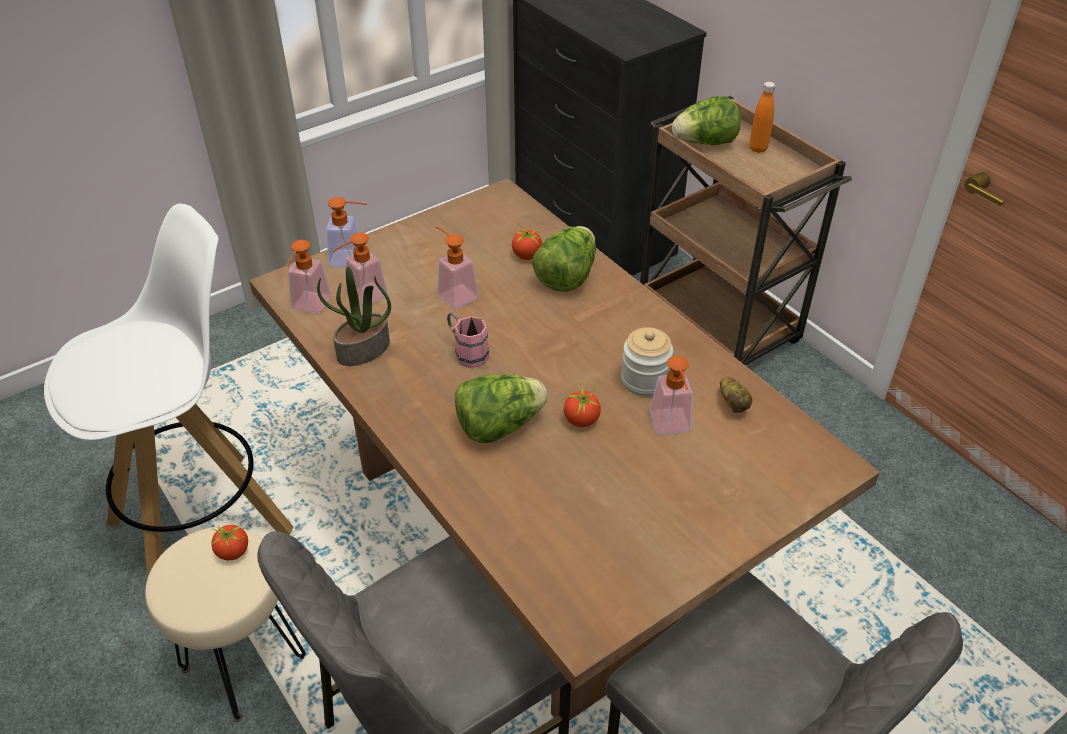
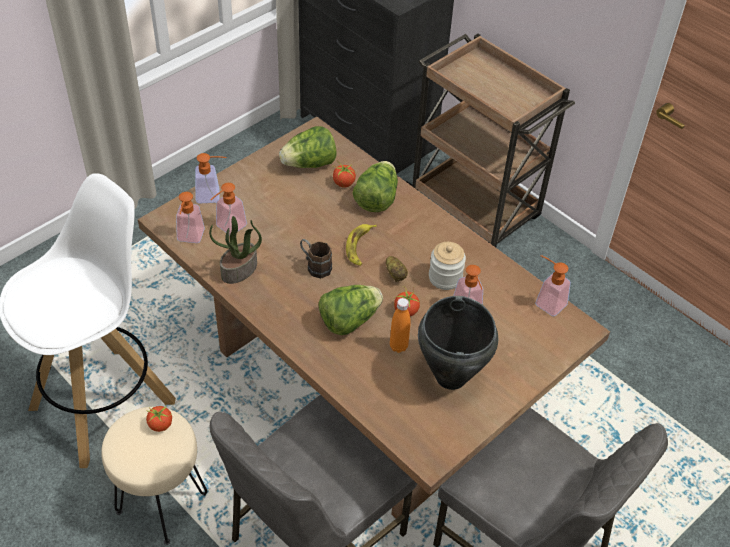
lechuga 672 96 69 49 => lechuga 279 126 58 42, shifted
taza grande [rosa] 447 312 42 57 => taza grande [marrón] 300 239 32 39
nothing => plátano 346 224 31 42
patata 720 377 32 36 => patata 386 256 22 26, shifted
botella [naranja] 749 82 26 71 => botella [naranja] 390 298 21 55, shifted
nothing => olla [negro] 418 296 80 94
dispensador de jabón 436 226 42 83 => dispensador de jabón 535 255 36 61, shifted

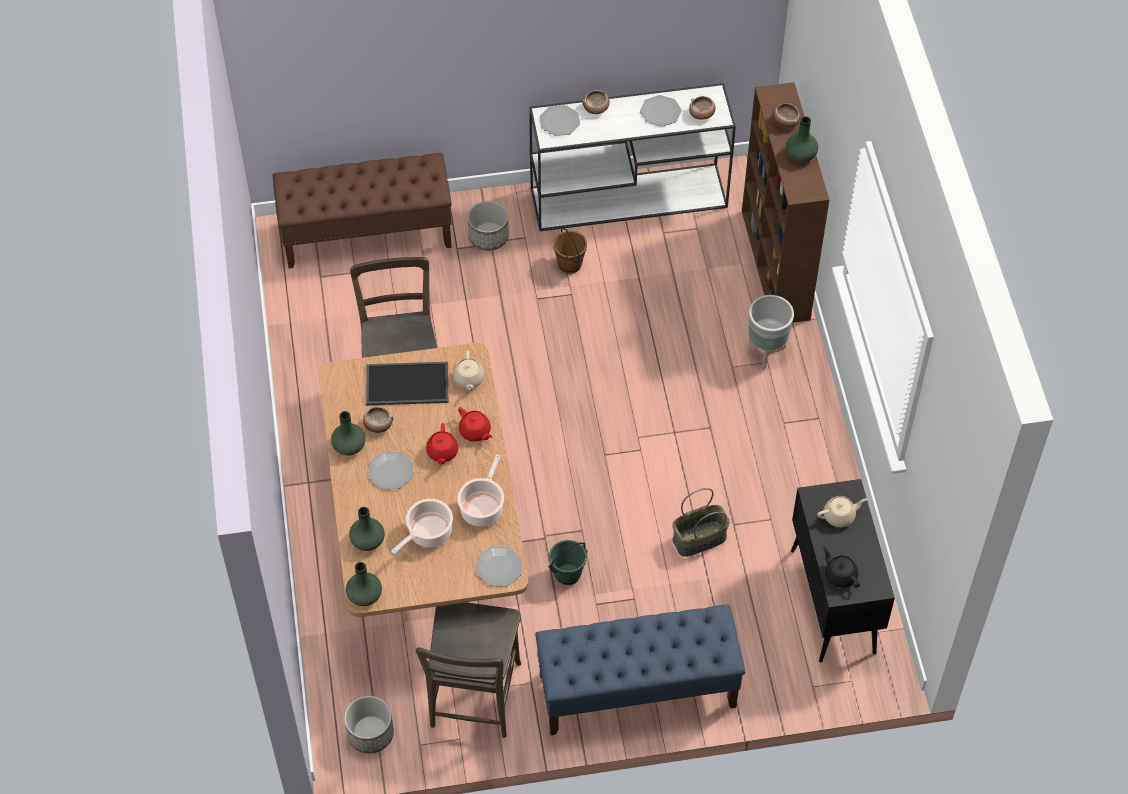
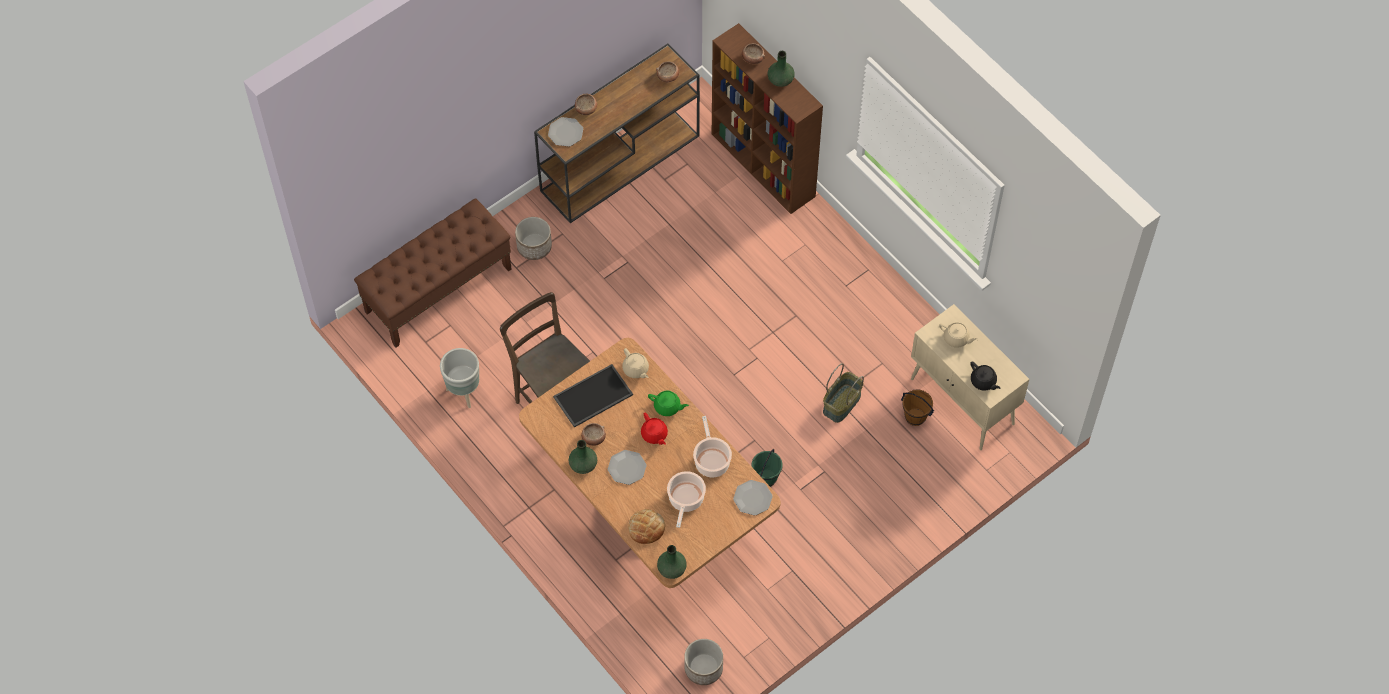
maceta [gris] 749 295 45 75 => maceta [gris] 440 348 39 60, shifted
mesa consola [blanco] 529 83 207 148 => mesa consola [marrón] 534 44 166 179
florero [verde] 349 507 36 44 => pan 628 509 37 35
tetera [rojo] 458 407 34 35 => tetera [verde] 648 391 41 25
cubo [marrón] 553 228 34 46 => cubo [marrón] 901 389 33 37, shifted
armario [negro] 791 479 104 183 => armario [beis] 911 304 118 146
tetera [beis] 817 496 50 31 => tetera [beis] 939 322 39 26, 75 degrees clockwise
tetera [negro] 823 547 37 41 => tetera [negro] 970 361 31 30, 150 degrees counterclockwise
silla [marrón] 416 602 105 136 => nothing
banco [azul] 535 604 210 131 => nothing
plato 640 95 42 32 => nothing

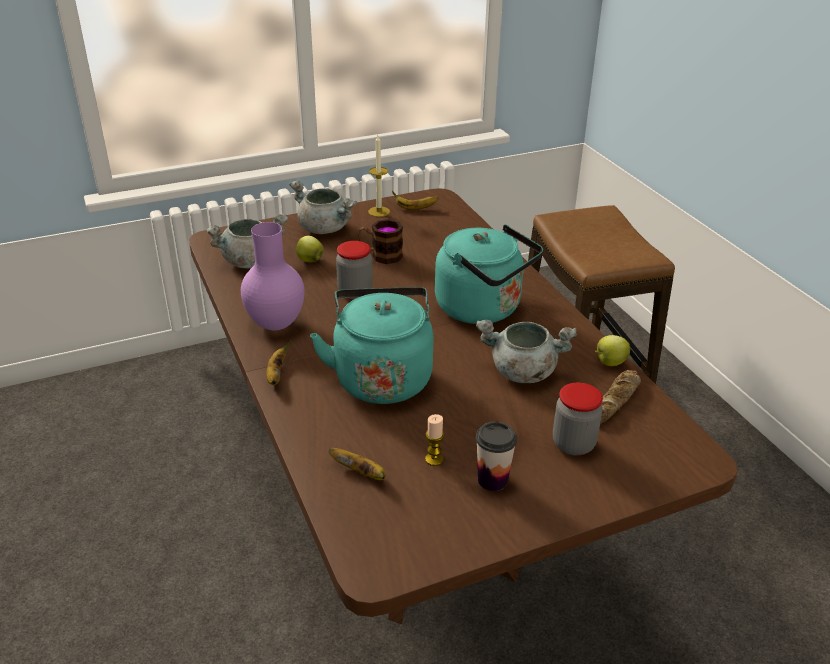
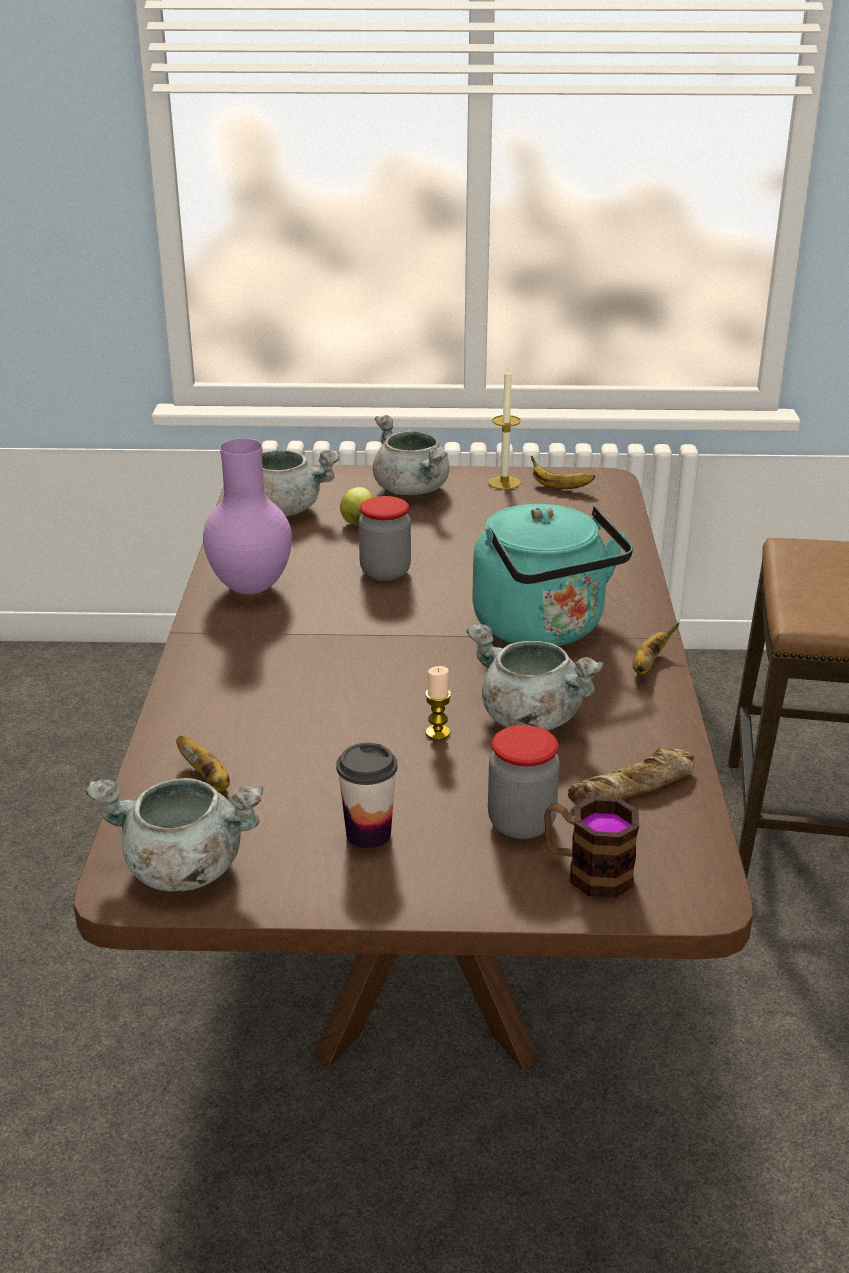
nothing => olla [gris] 85 778 178 114
vela 425 414 20 52 => vela 425 666 26 74, shifted
taza grande 358 219 45 45 => taza grande 544 796 95 102, shifted
plátano 266 340 25 45 => plátano 633 622 46 53, shifted
hervidor [turquesa] 310 287 124 117 => nothing
manzana 595 335 35 31 => nothing

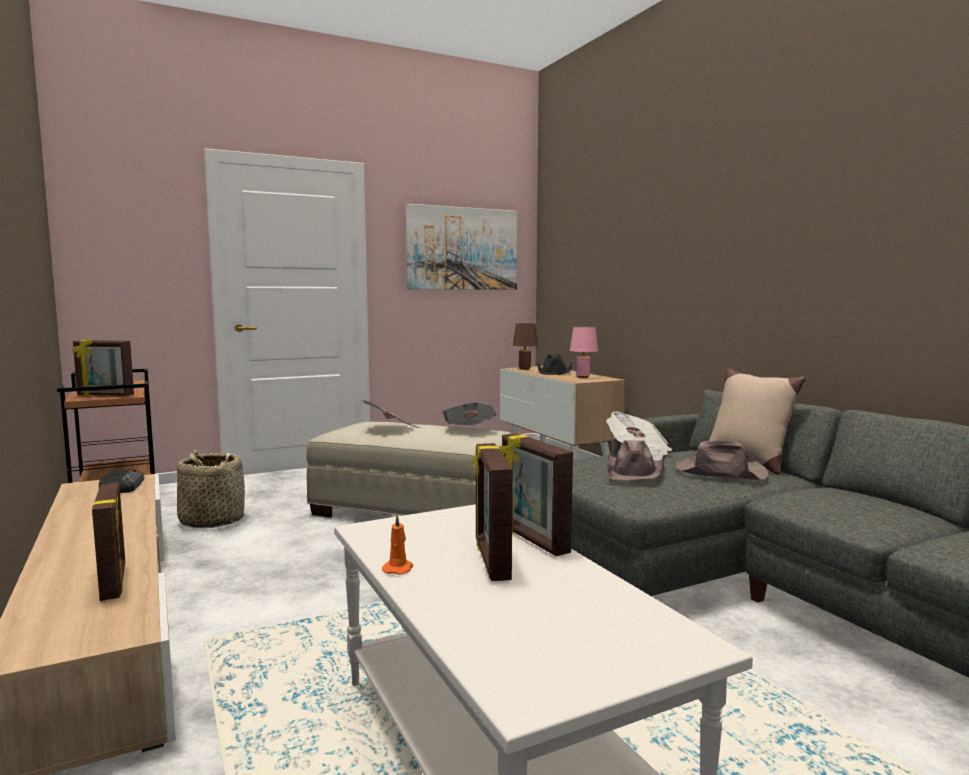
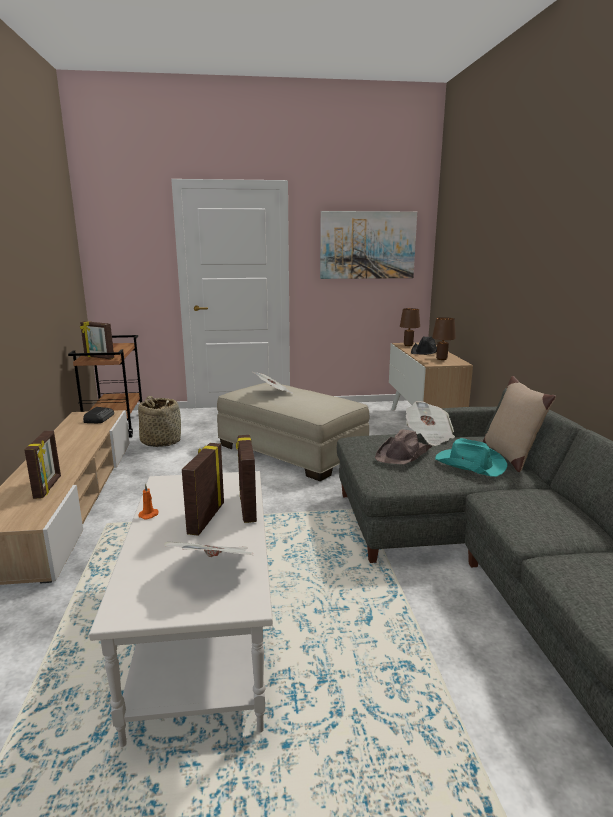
periódico 442 403 55 22 => periódico 164 542 88 15, shifted
lámpara de mesa [rosa] 570 327 28 51 => lámpara de mesa [marrón] 432 317 24 43
sombrero [marrón] 675 441 94 39 => sombrero [turquesa] 435 438 73 39

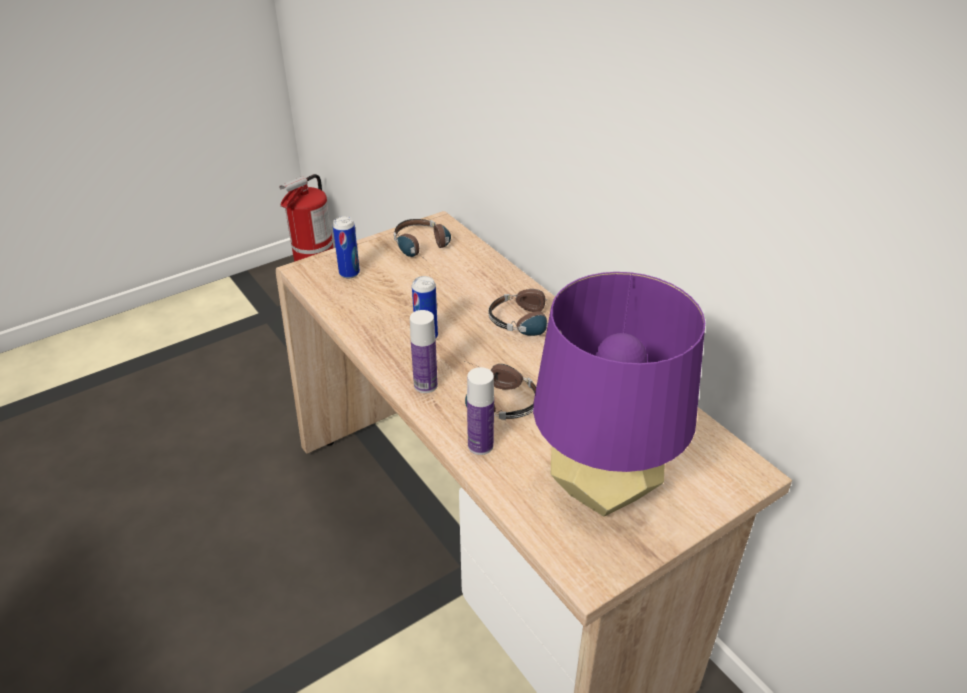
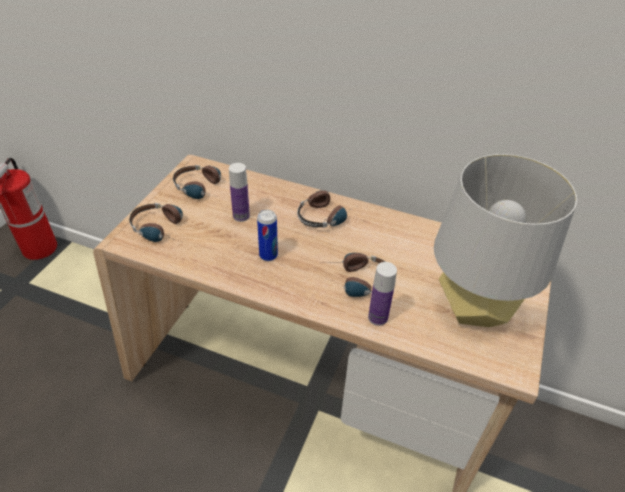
lata 333 216 27 62 => auriculares 129 203 54 39
botella 410 310 28 83 => botella 229 163 21 59, shifted
lámpara de mesa [morado] 533 272 172 244 => lámpara de mesa [gris] 434 154 143 173

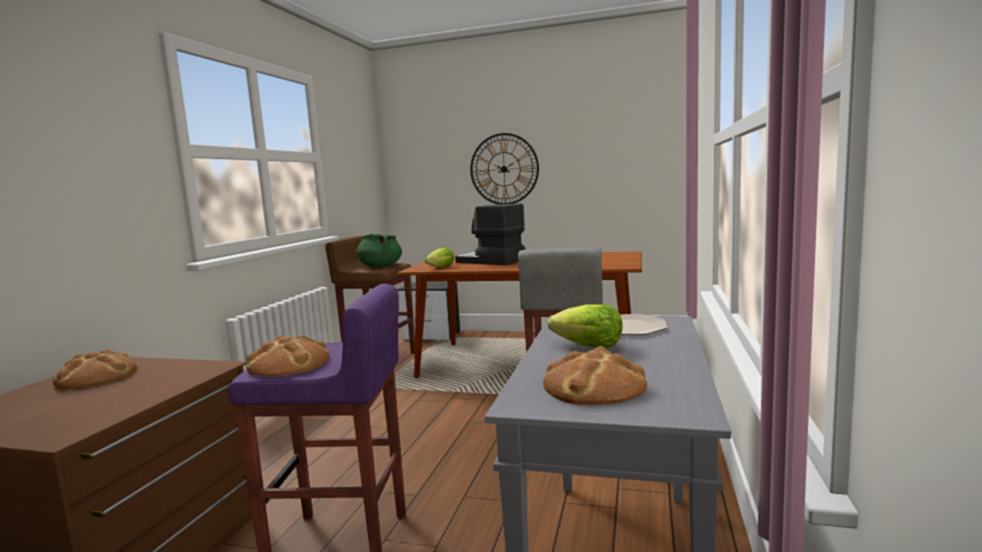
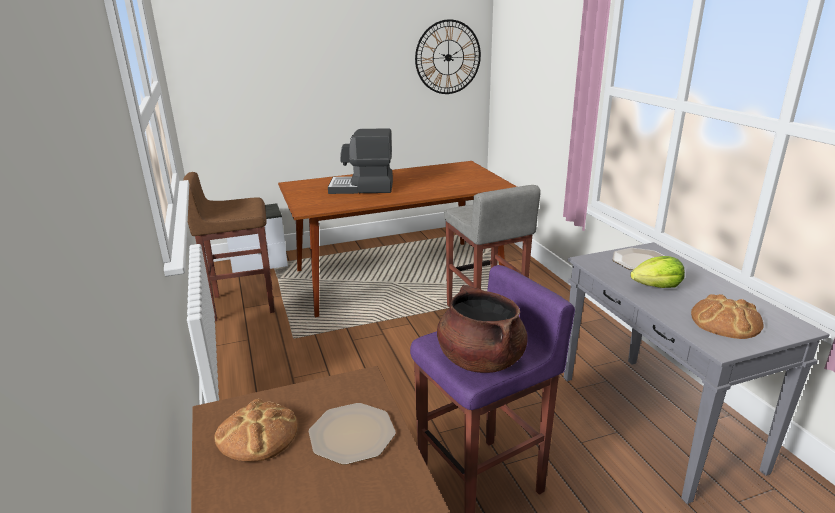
nothing => plato 309 403 87 62
reloj de pared 470 133 69 71 => reloj de pared 415 19 66 75, shifted
pan 246 335 84 42 => olla [marrón] 437 285 91 88
olla [verde] 357 233 45 35 => nothing
lechuga 425 248 29 19 => nothing

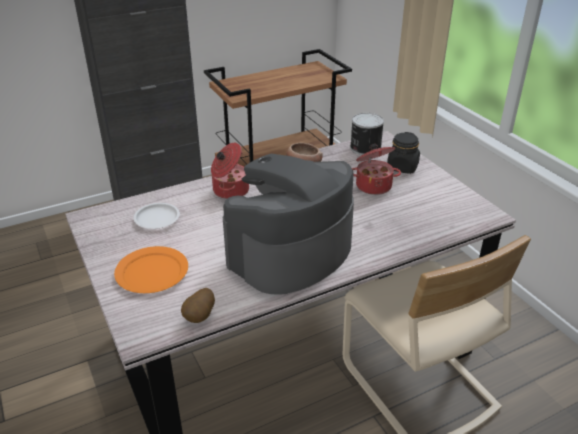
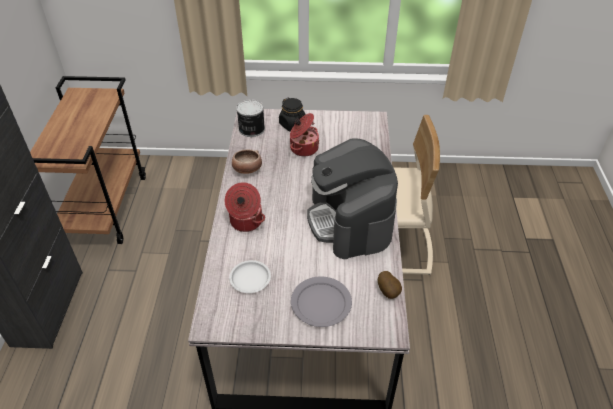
plato [naranja] 114 246 74 47 => plato [gris] 291 276 61 51

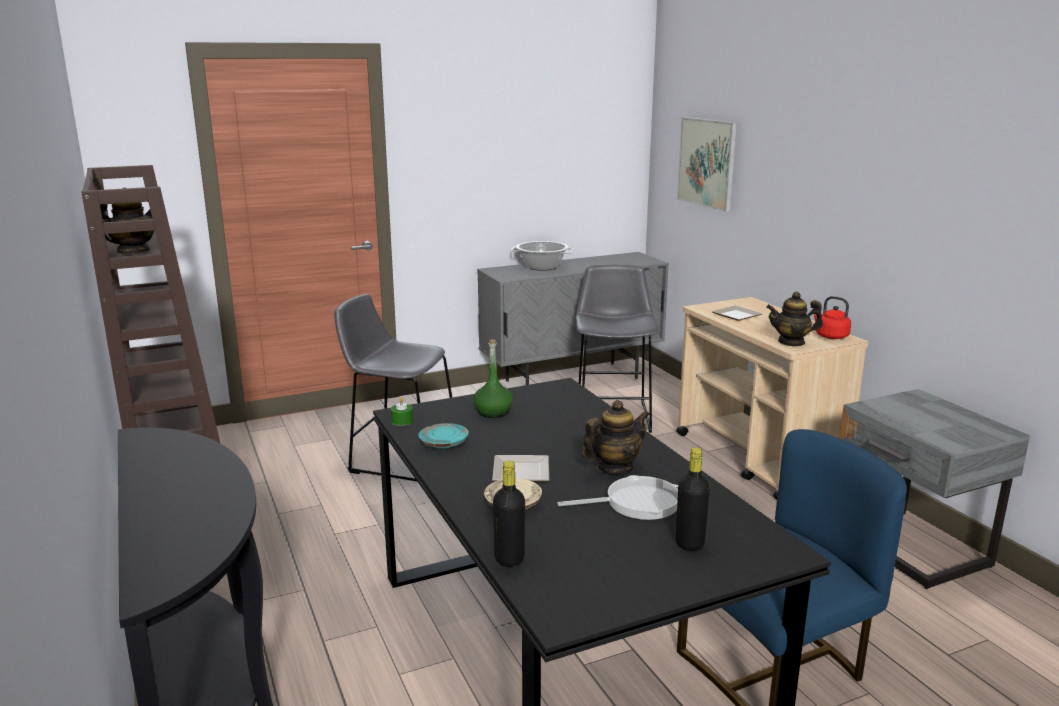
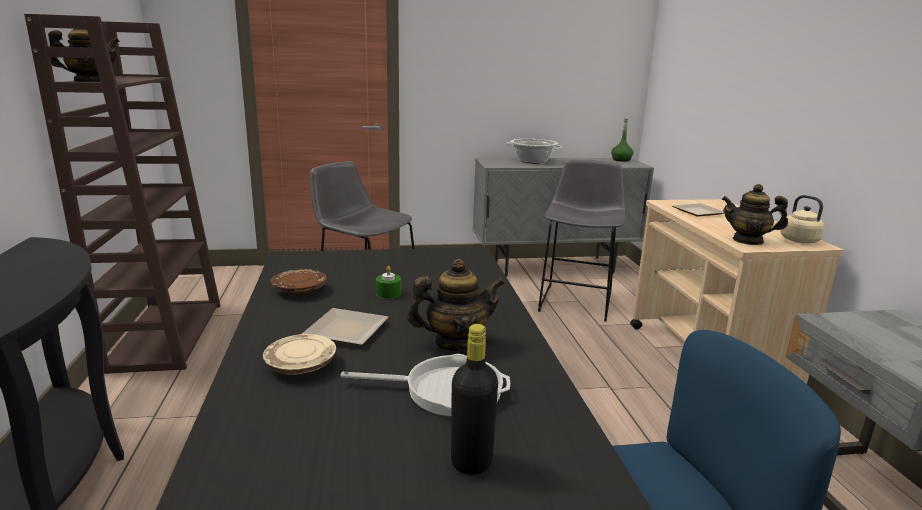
plato [turquesa] 418 423 51 26 => plato [marrón] 271 269 56 26
vela [verde] 391 397 22 29 => vela [verde] 376 266 25 33, shifted
botella [verde] 473 339 40 79 => botella [verde] 611 118 22 44, shifted
hervidor [rojo] 812 296 39 43 => hervidor [beis] 779 195 46 48
botella [negro] 493 460 32 107 => nothing
cuadro 677 117 60 95 => nothing

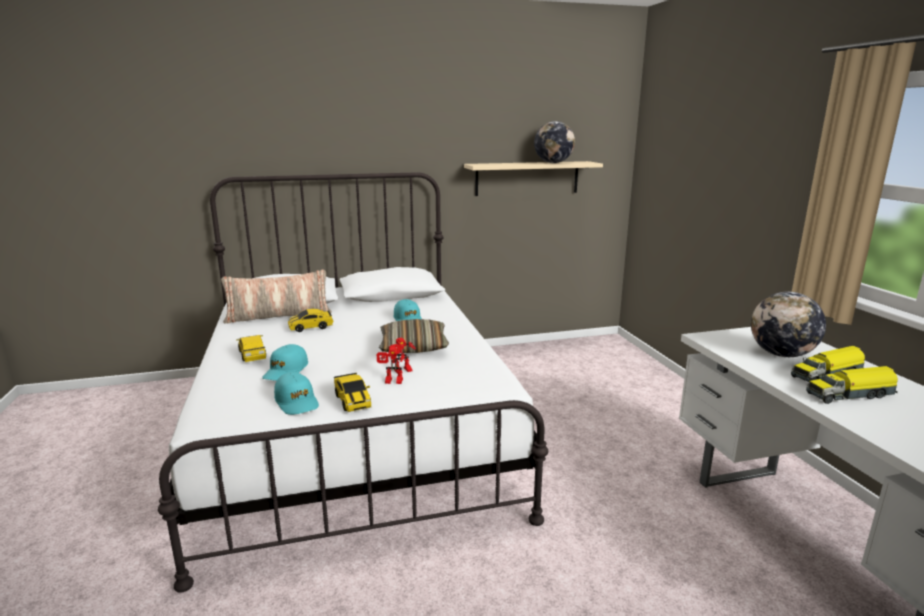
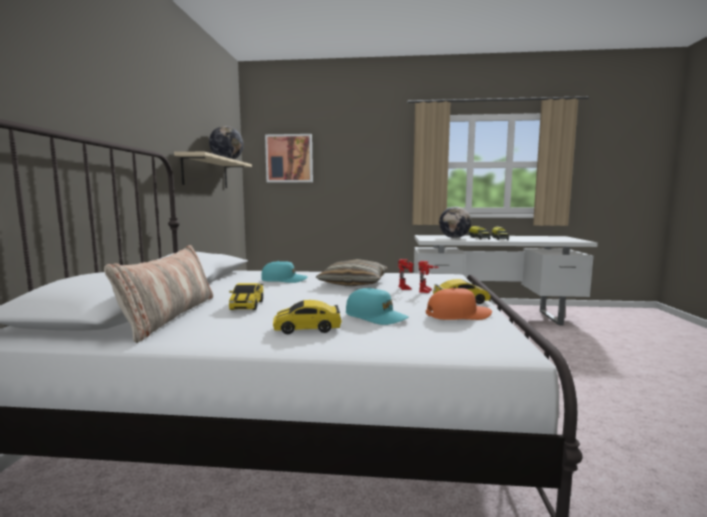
nothing => cuadro 265 134 48 48
gorra [turquesa] 274 372 45 43 => gorra [naranja] 426 288 66 32

